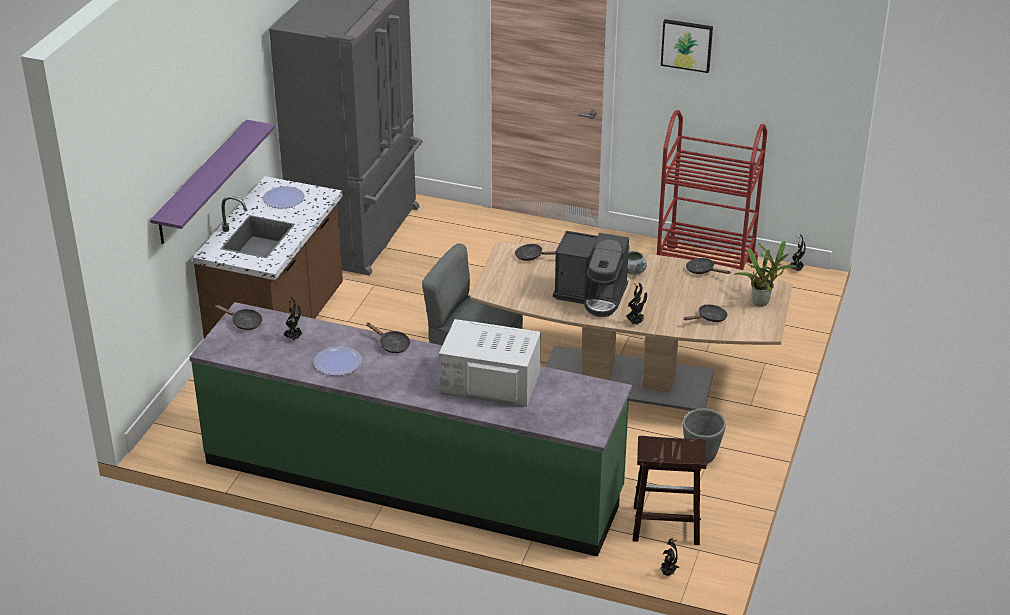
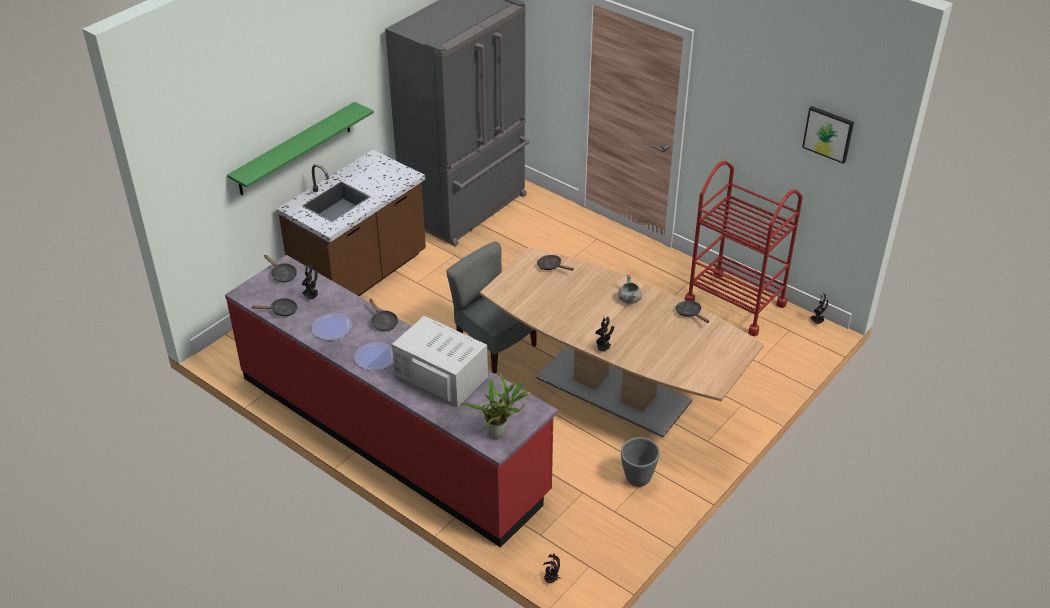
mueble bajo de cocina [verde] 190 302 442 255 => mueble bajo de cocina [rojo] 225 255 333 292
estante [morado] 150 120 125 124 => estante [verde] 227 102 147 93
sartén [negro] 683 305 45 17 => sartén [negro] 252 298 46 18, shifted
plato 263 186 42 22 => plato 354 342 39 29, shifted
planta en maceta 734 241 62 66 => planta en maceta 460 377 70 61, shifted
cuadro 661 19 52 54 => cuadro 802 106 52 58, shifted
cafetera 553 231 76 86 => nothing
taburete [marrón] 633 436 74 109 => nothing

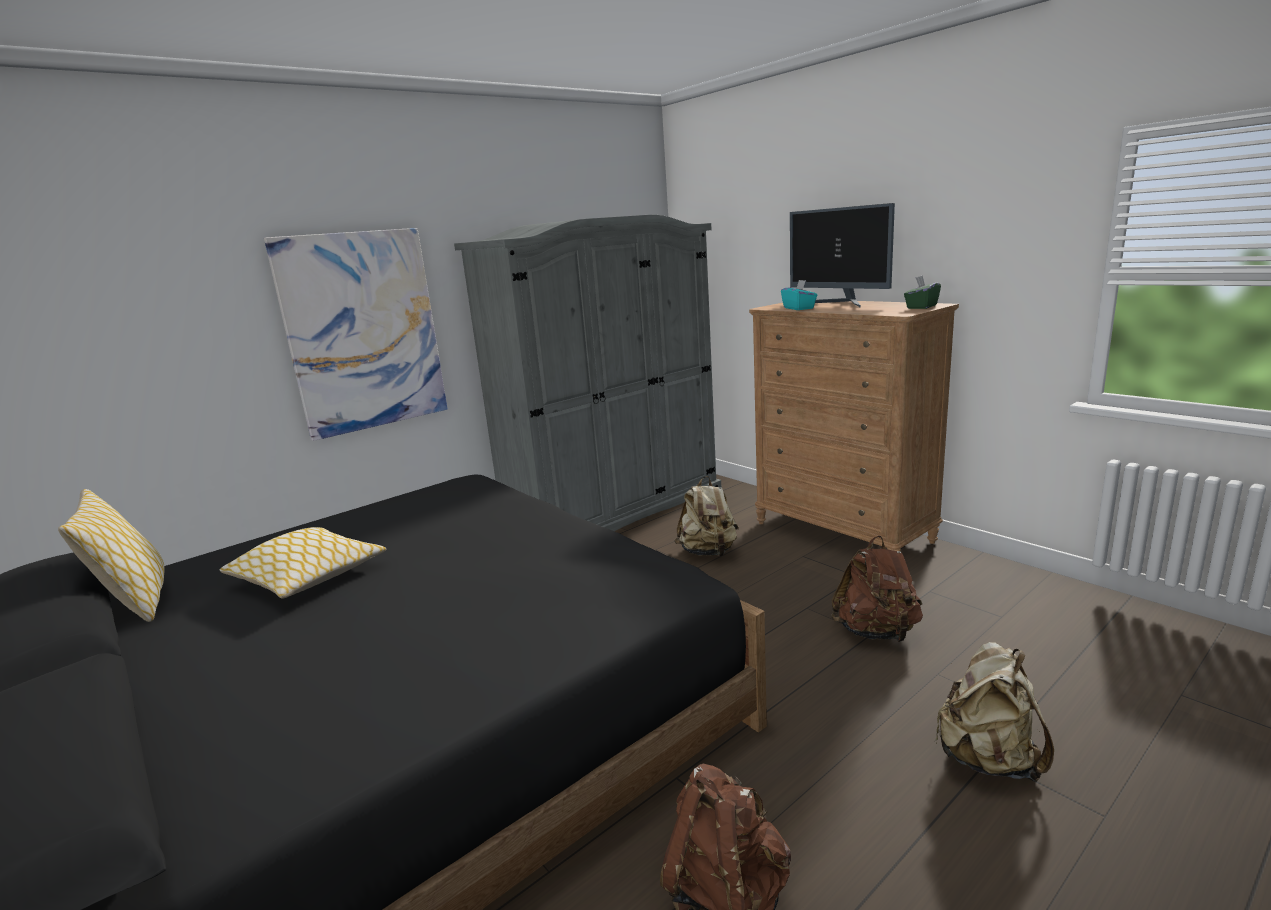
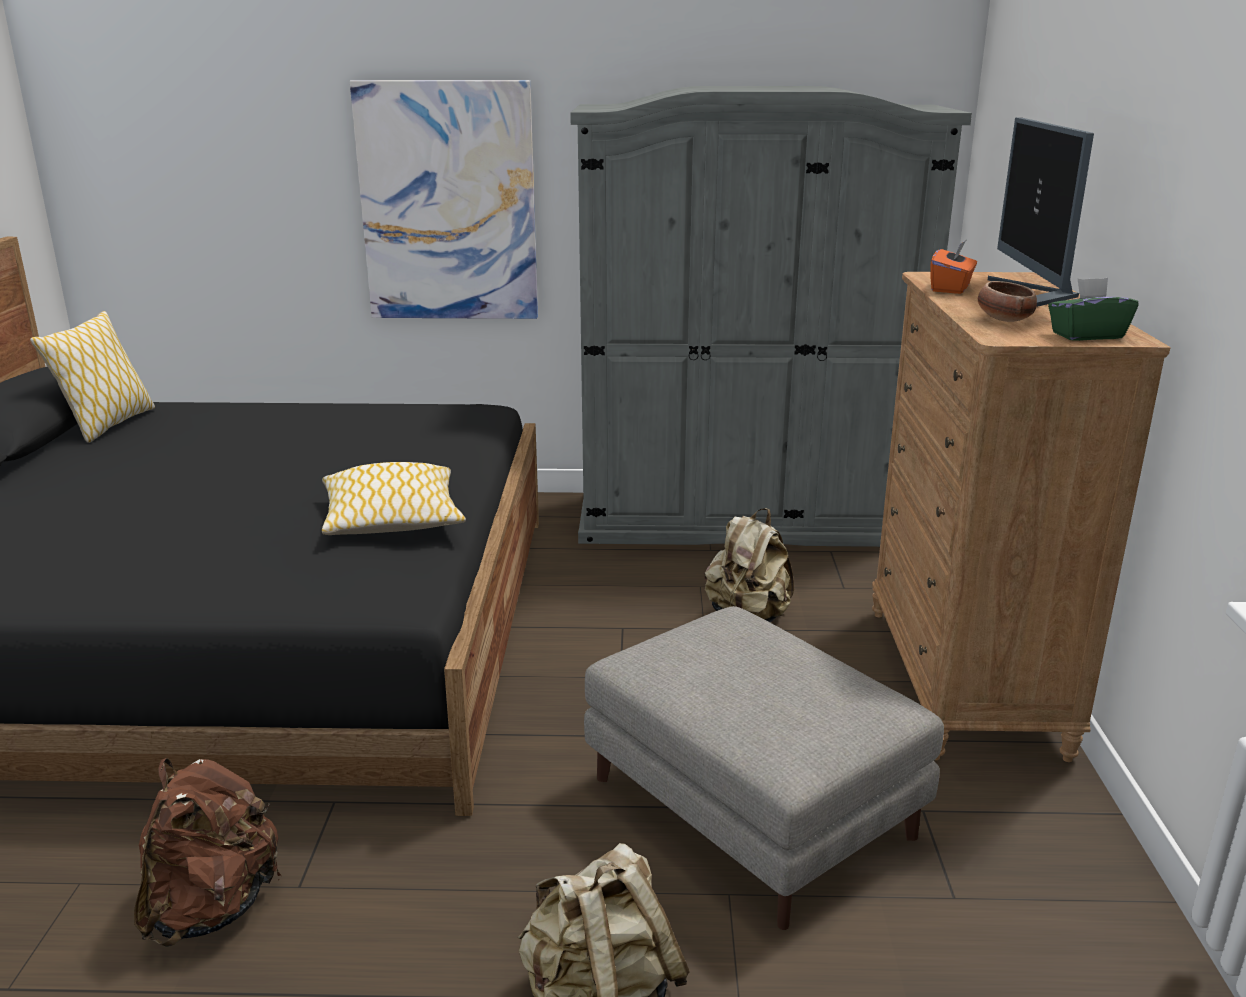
cojín 220 527 166 72 => cojín 322 462 144 73, shifted
mochila [marrón] 831 536 92 106 => puf [gris] 584 606 360 324
caja de pañuelos [turquesa] 781 280 36 30 => caja de pañuelos [naranja] 930 241 47 53
nothing => cuenco 978 281 59 41

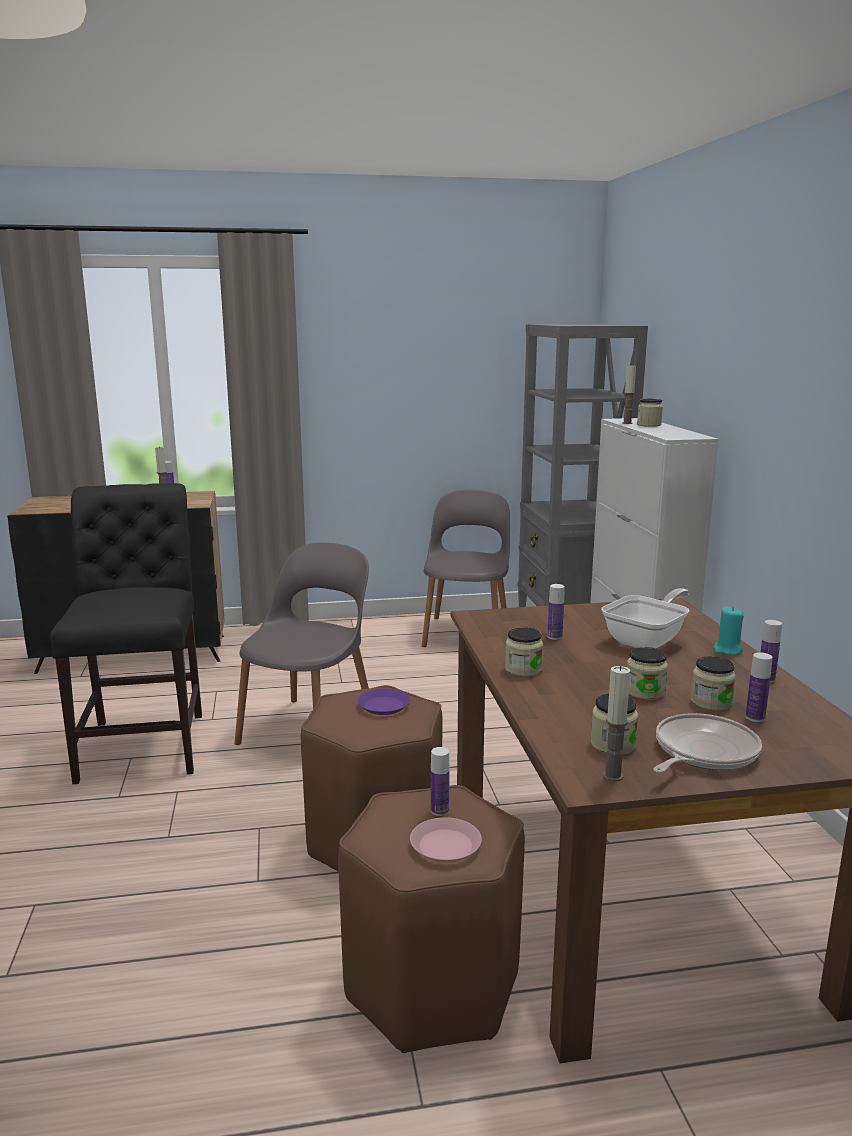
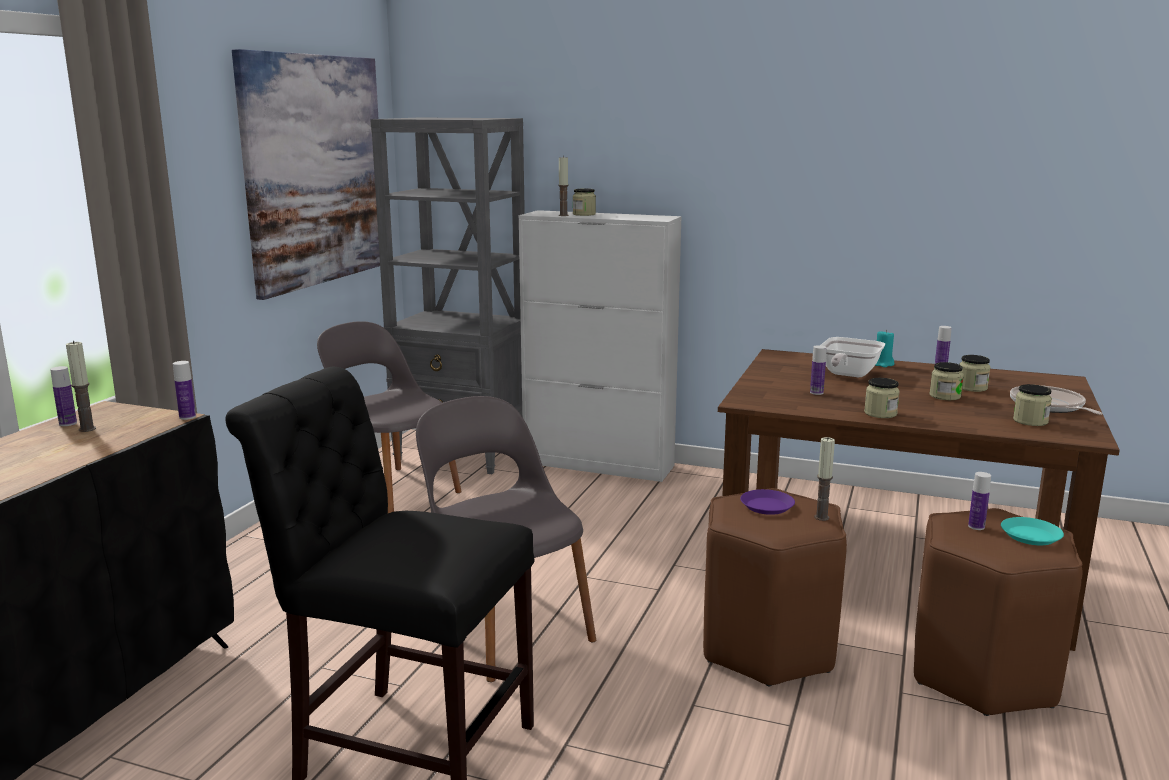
botella 745 652 27 70 => botella 173 361 23 59, shifted
nothing => cuadro 232 49 148 251
vela 603 666 27 115 => vela 814 437 21 84, shifted
sartén 602 588 88 60 => sartén 821 337 64 40, 135 degrees counterclockwise
plato [rosa] 410 817 72 46 => plato [turquesa] 1001 517 63 28

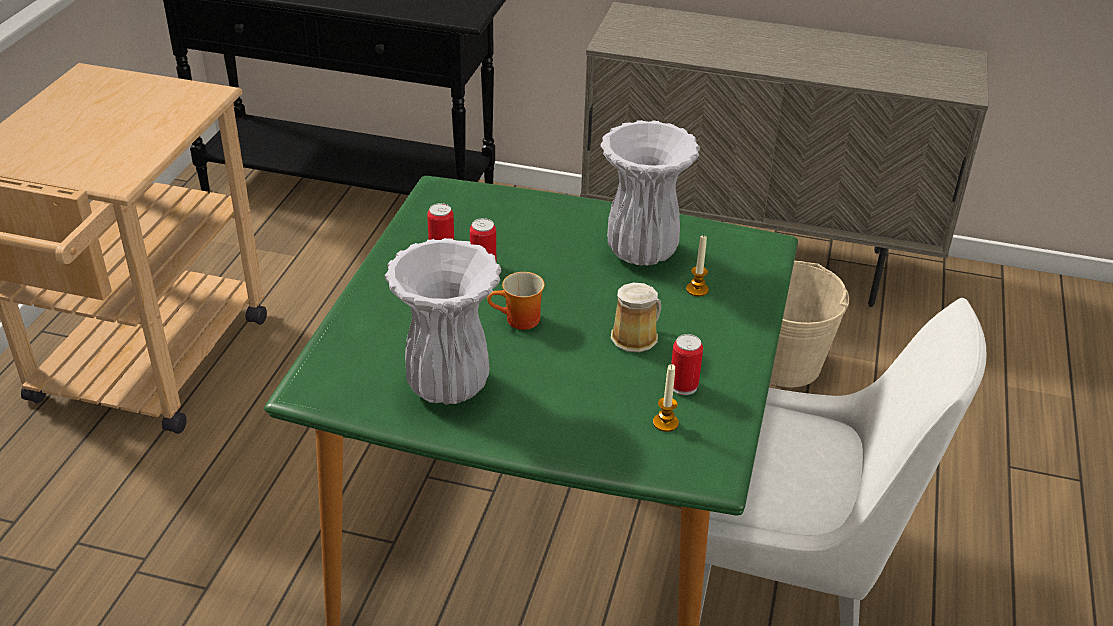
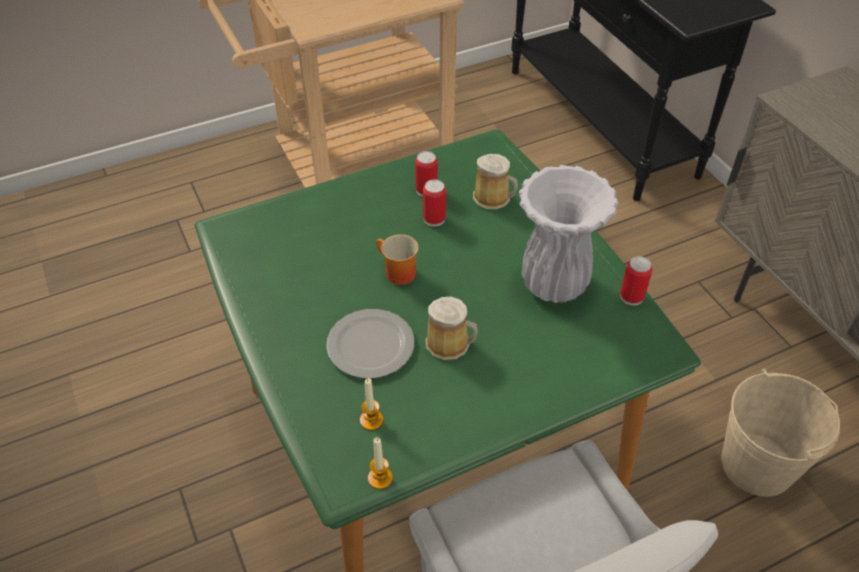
nothing => plato 326 309 88 69
vela 686 235 23 62 => vela 368 437 25 52, shifted
nothing => taza grande 473 154 45 56
lata 671 334 32 61 => lata 620 256 33 50, shifted
florero [blanco] 385 238 116 167 => nothing

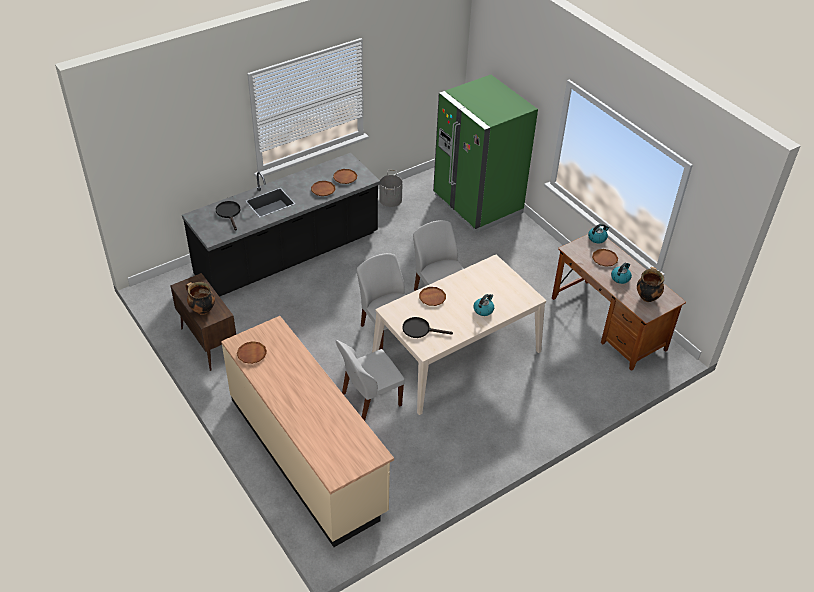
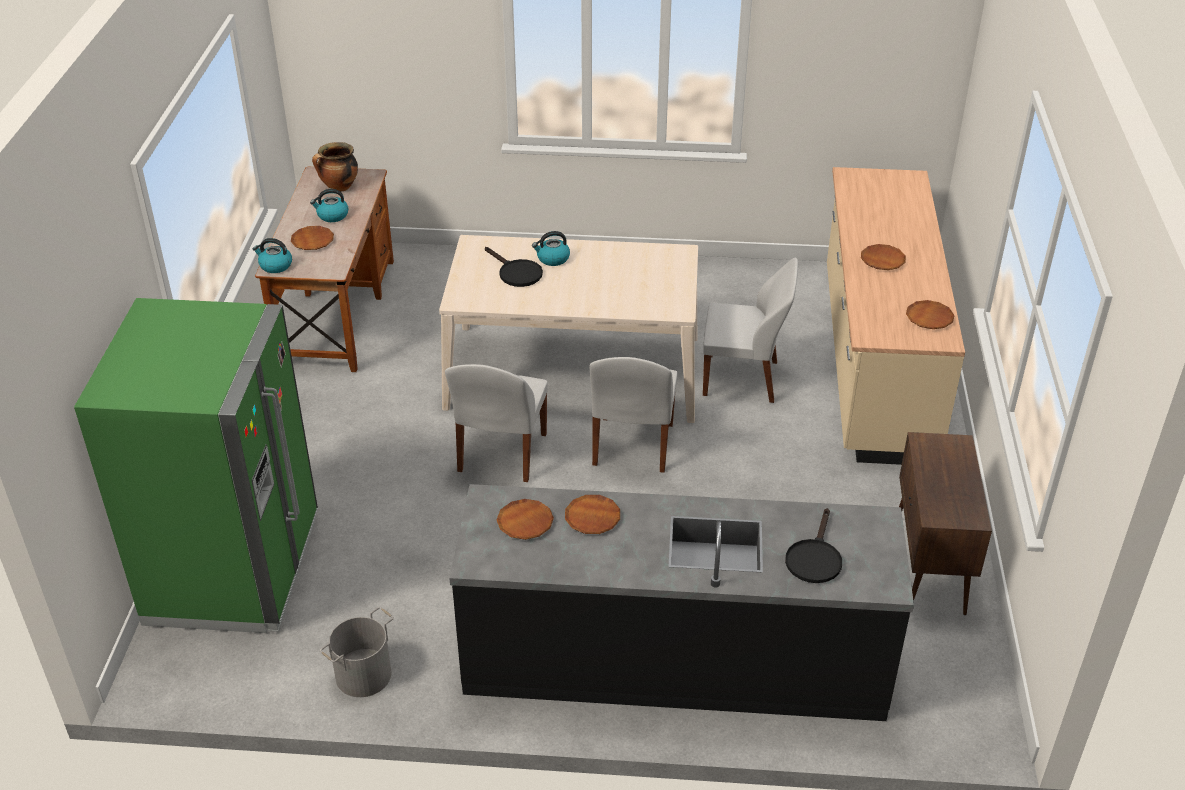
sartén [negro] 403 317 50 21 => sartén [negro] 485 247 58 40, shifted
plato [marrón] 419 287 27 19 => plato [marrón] 861 244 45 26, shifted
olla 186 282 29 33 => nothing

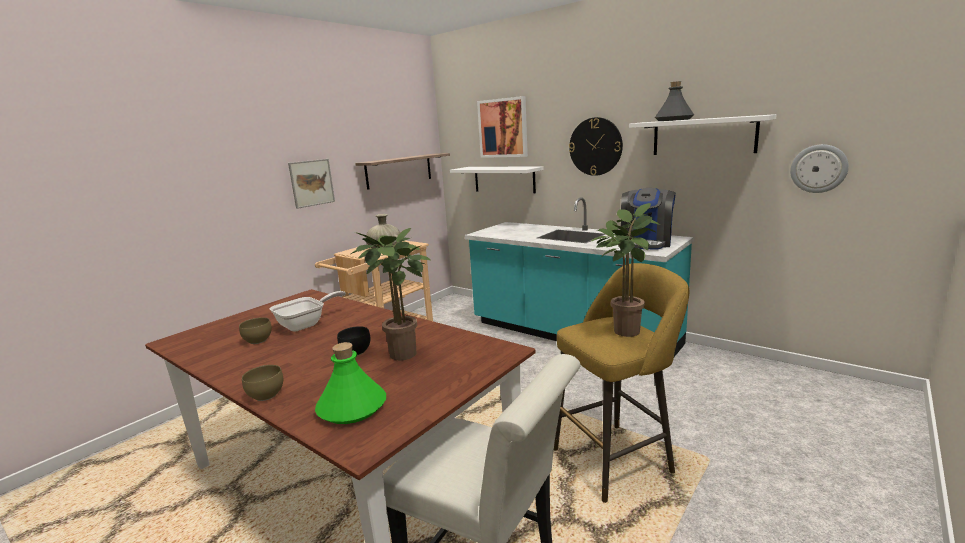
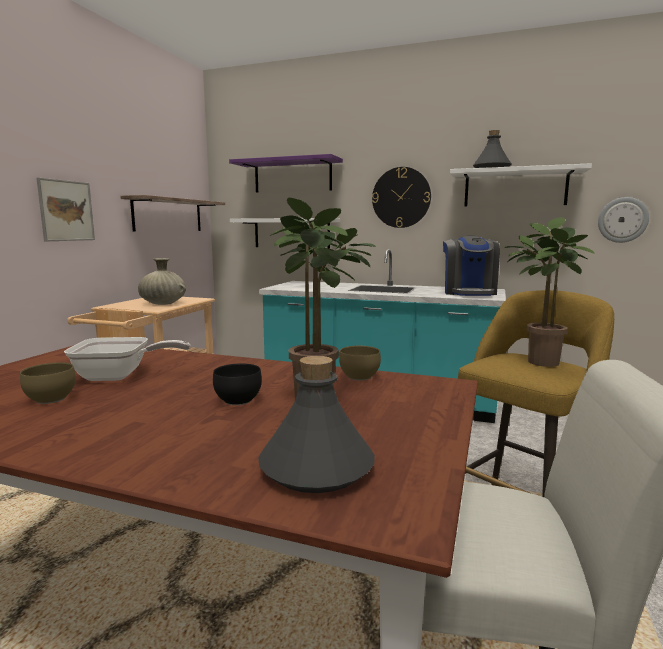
sartén 270 291 76 41 => sartén 64 337 126 44, 60 degrees clockwise
cuadro 477 96 51 62 => estante [morado] 229 154 114 39
botella [verde] 315 342 71 82 => botella [gris] 258 356 117 137
cuenco [marrón] 242 365 41 36 => cuenco [marrón] 339 346 42 35, shifted

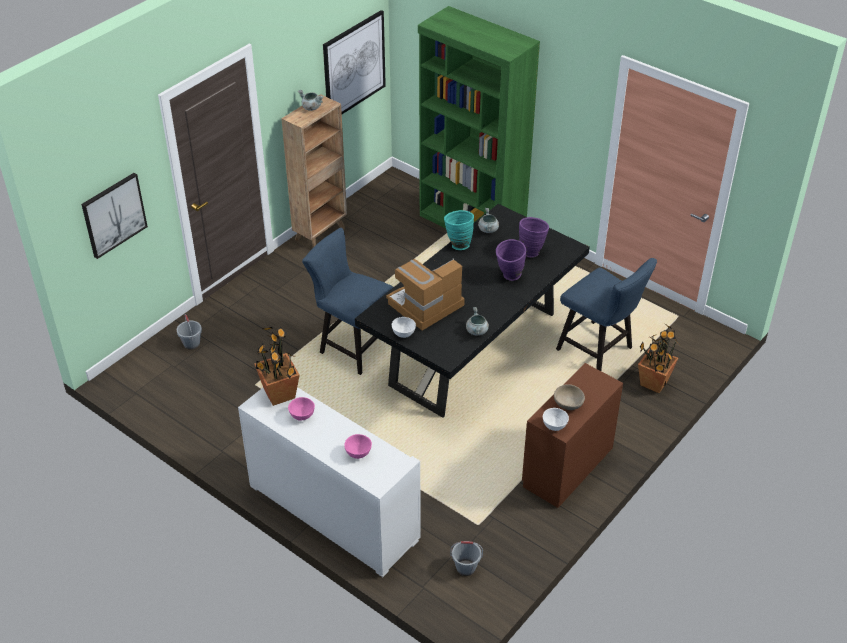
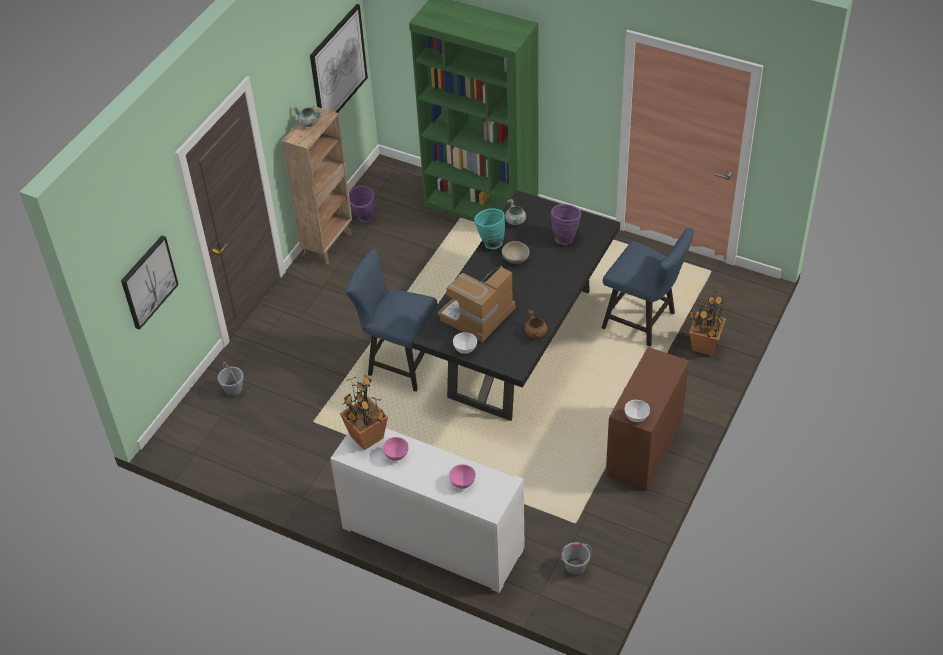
florero [morado] 496 239 30 42 => florero [morado] 349 186 26 36, shifted
cuenco [beis] 554 384 31 26 => cuenco [beis] 502 241 28 23, shifted
olla [gris] 466 307 23 28 => olla [marrón] 525 310 22 28

